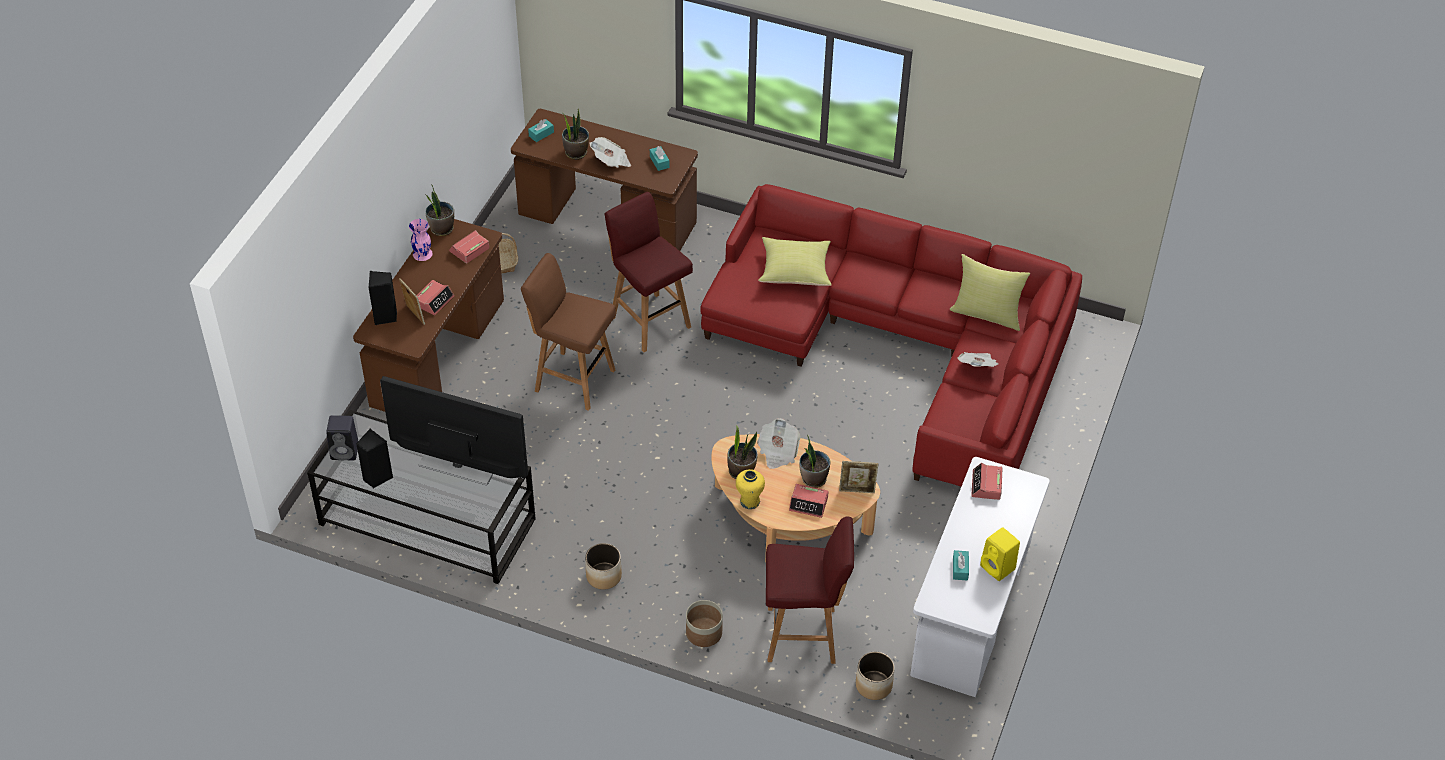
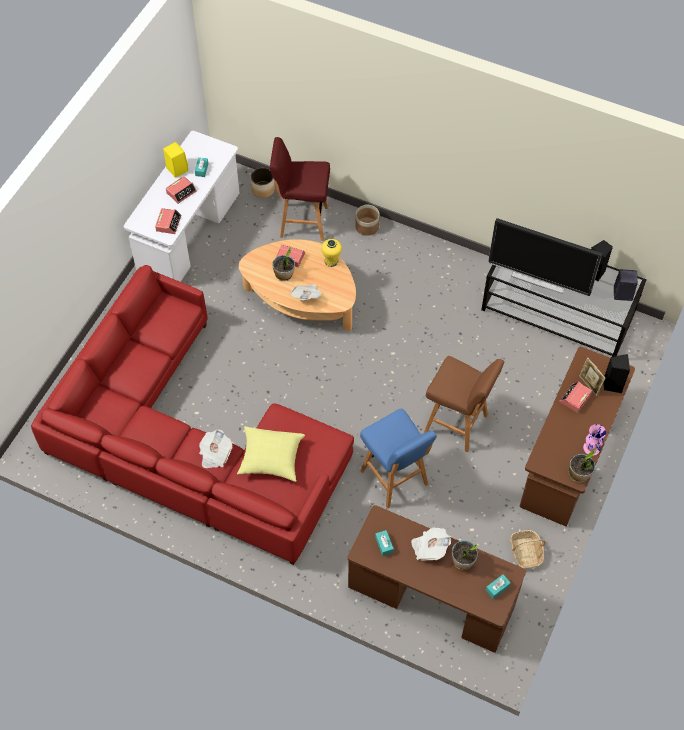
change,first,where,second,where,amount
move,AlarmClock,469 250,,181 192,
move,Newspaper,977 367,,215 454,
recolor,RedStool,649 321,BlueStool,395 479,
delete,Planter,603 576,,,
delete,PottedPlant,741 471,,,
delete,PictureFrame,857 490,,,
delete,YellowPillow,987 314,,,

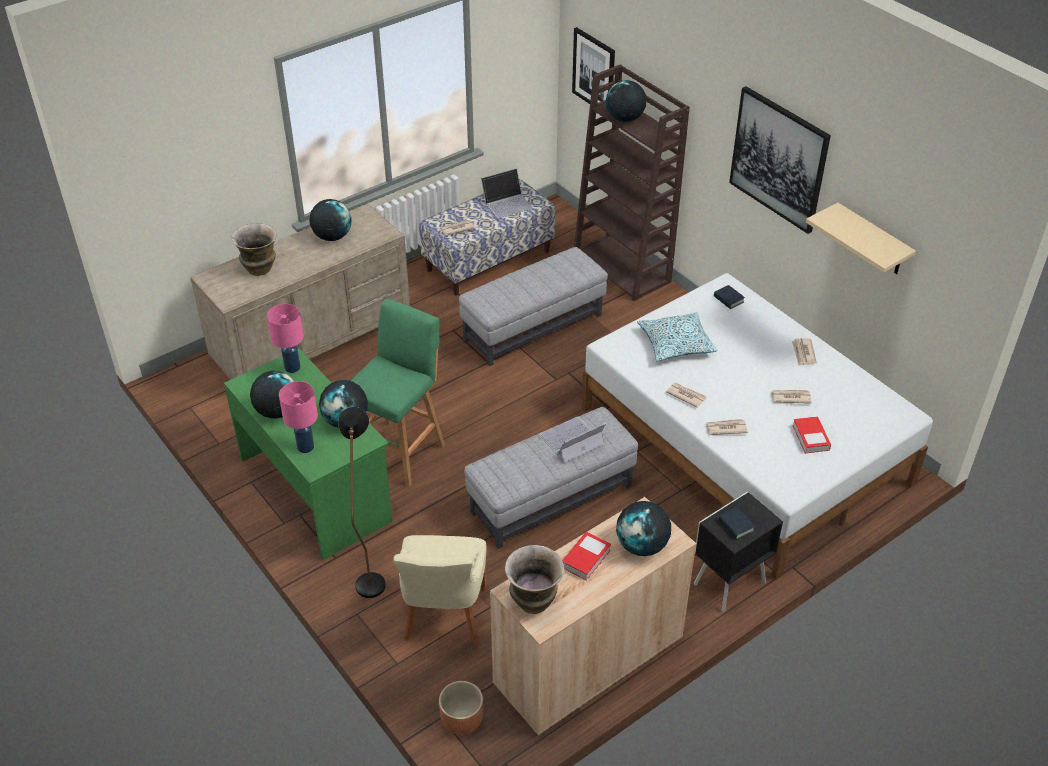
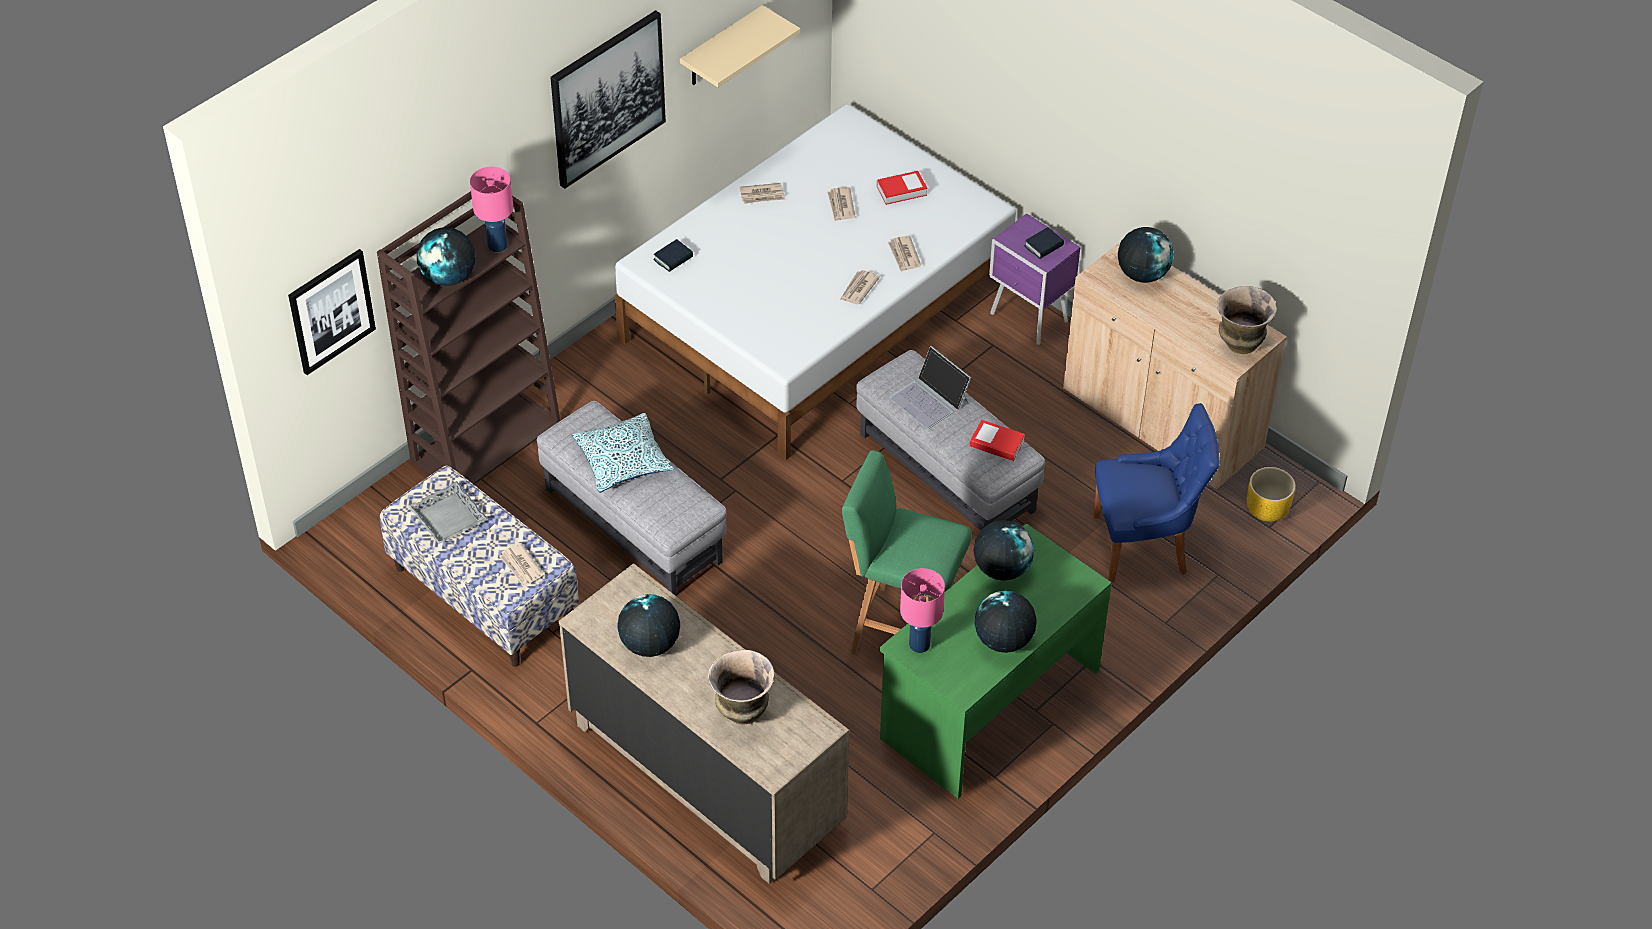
change,first,where,second,where,amount
replace,Laptop,507 203,GreyTray,448 517,
move,PinkTableLamp,305 447,,497 246,
move,Pillow,676 344,,623 461,
move,Book,586 558,,996 444,
recolor,BlackNightstand,727 584,PurpleNightstand,1029 319,
recolor,BeigeChair,443 616,BlueChair,1144 545,
recolor,BrownPlanter,461 721,YellowPlanter,1267 510,
delete,BlackFloorLamp,370 576,,,

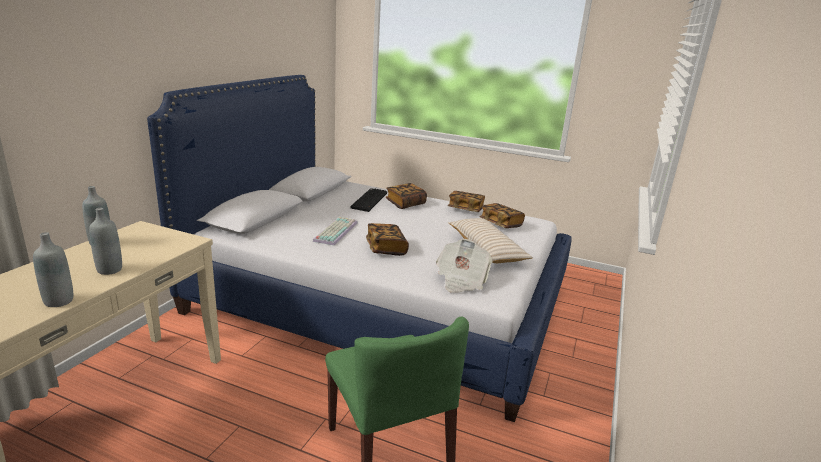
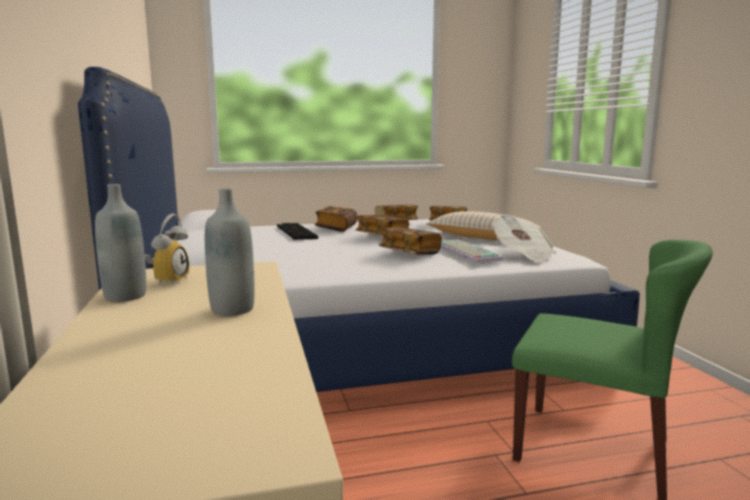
change,first,where,second,where,amount
insert,,,AlarmClock,168 281,
insert,,,Book,382 236,
move,Keyboard,335 231,,465 252,
delete,GreyBottle,59 301,,,

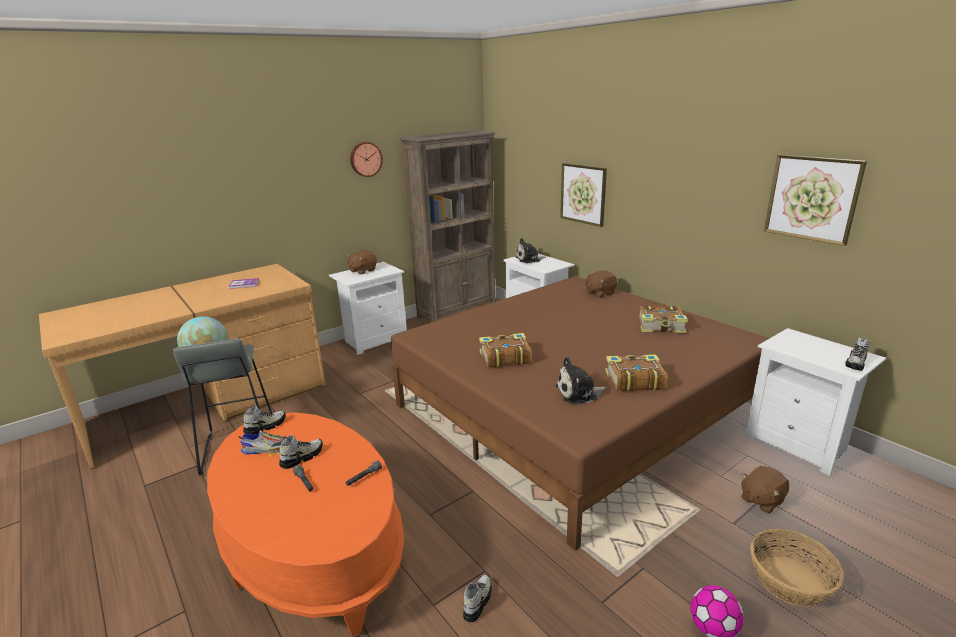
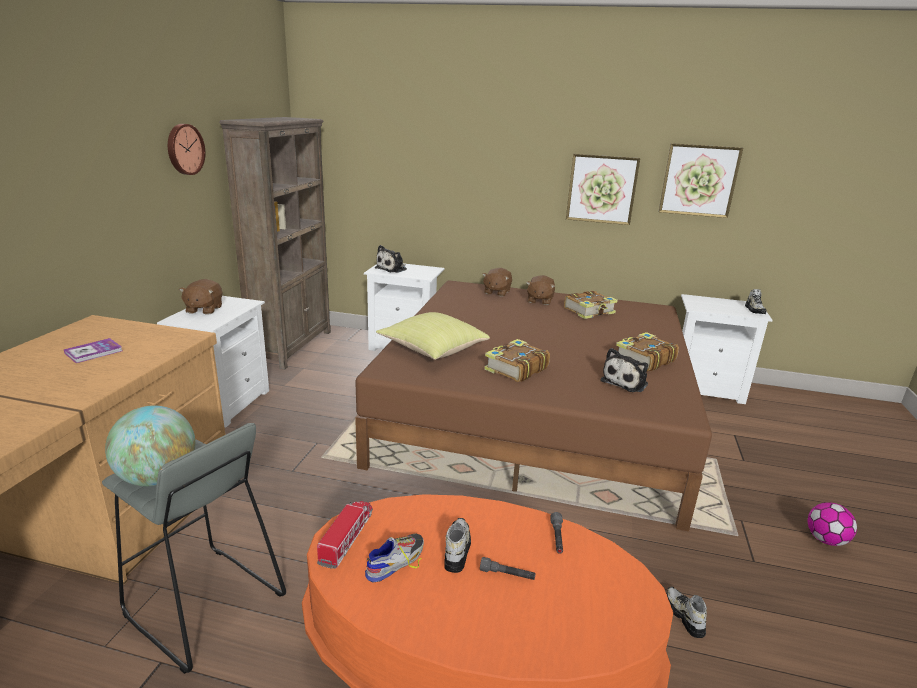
change,first,where,second,where,amount
replace,Shoe,265 426,ToyTruck,347 537,
insert,,,YellowPillow,431 350,
move,BrownPlushToy,761 500,,539 301,
move,Picture,583 194,,601 189,
delete,Basket,790 581,,,

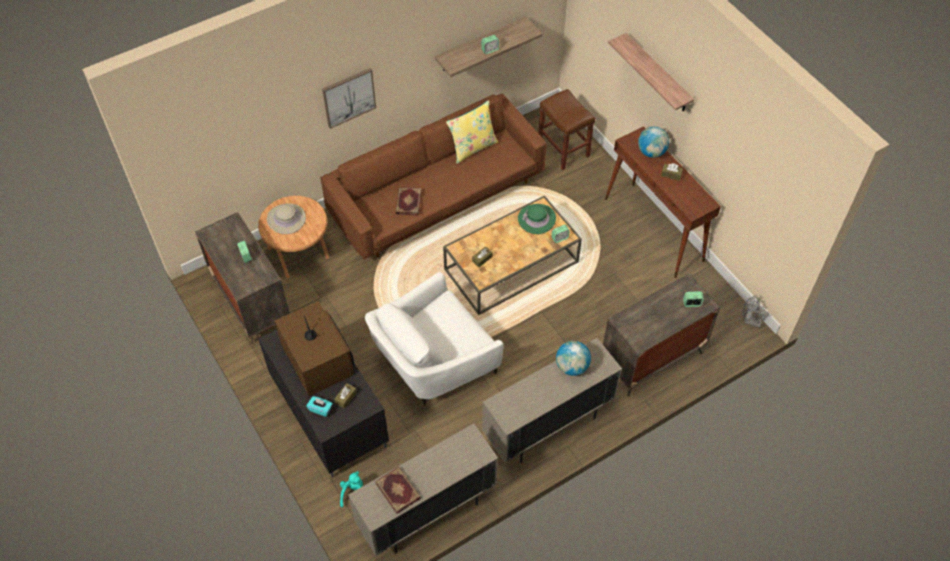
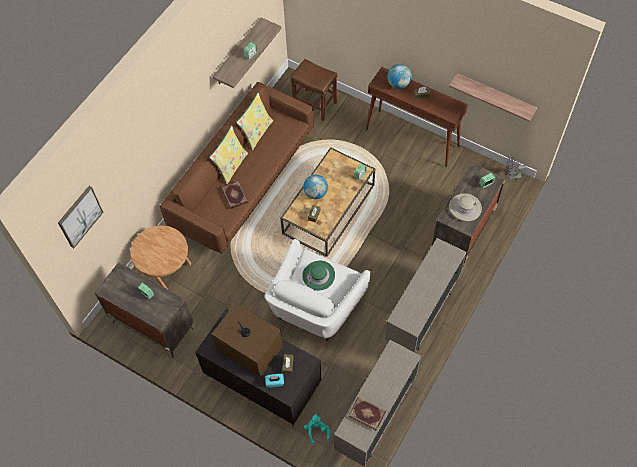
change,first,where,second,where,amount
move,Picture,349 97,,80 216,
insert,,,YellowPillow,231 166,
move,GreenHat,536 219,,318 275,
move,Globe,572 367,,315 193,
move,Shelf,657 74,,495 96,
move,BeigeHat,286 219,,465 207,

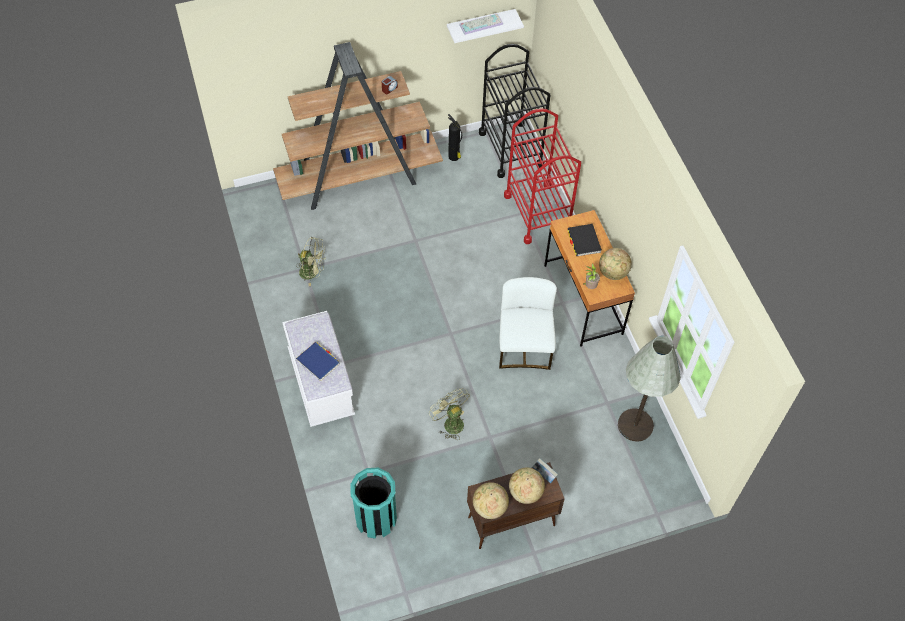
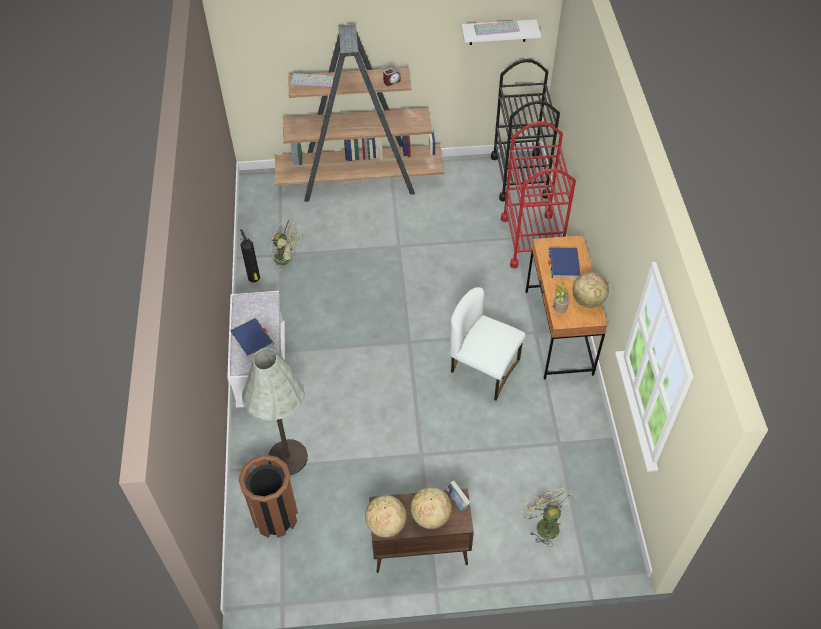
change,first,where,second,where,amount
recolor,TurquoiseTrashCan,376 519,BrownTrashCan,275 517,
move,FireExtinguisher,454 157,,254 278,
move,GreyFloorLamp,635 425,,288 457,
insert,,,Keyboard,314 80,
rotate,WhiteChair,524 346,,483 369,75 degrees counterclockwise
move,GreenFan,450 422,,544 524,
recolor,BlackBook,584 241,BlueBook,563 264,

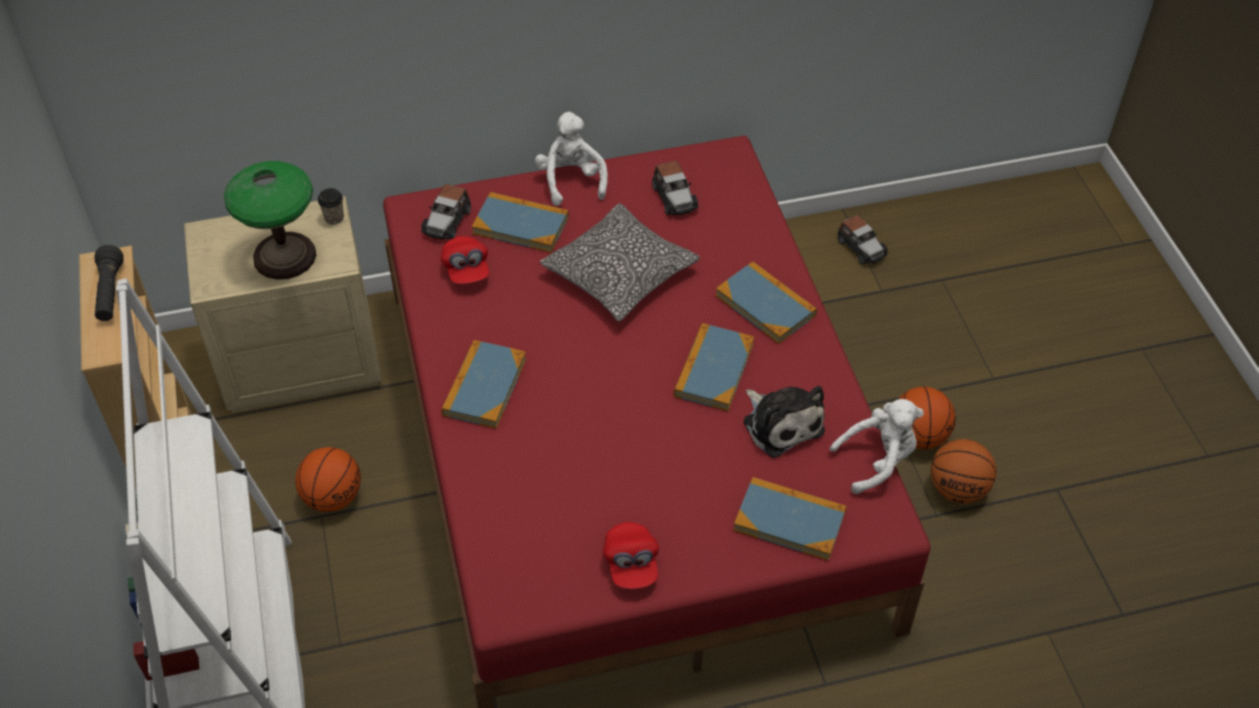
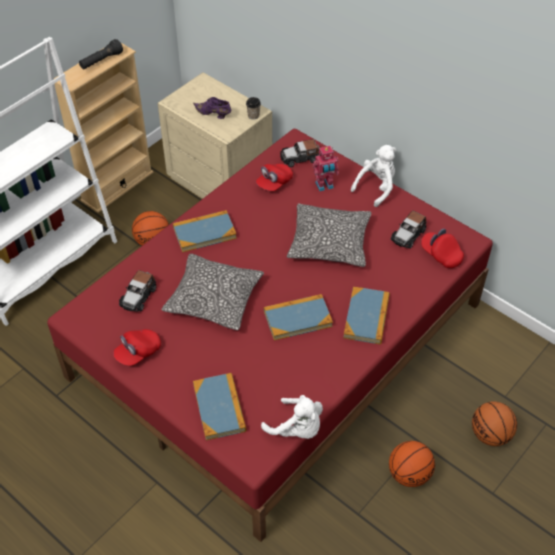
change,first,where,second,where,amount
move,ToyCar,861 247,,138 296,
insert,,,Pillow,214 299,
replace,TableLamp,285 256,PurpleShoe,213 114,
replace,Book,521 225,ToyRobot,324 186,
insert,,,RedCap,441 255,
move,Basketball,957 489,,490 434,
delete,PlushToy,781 423,,,

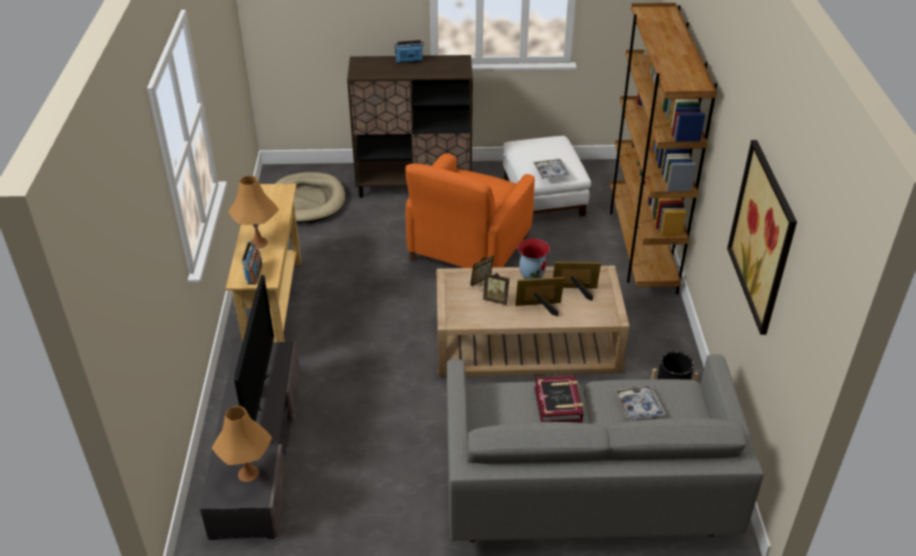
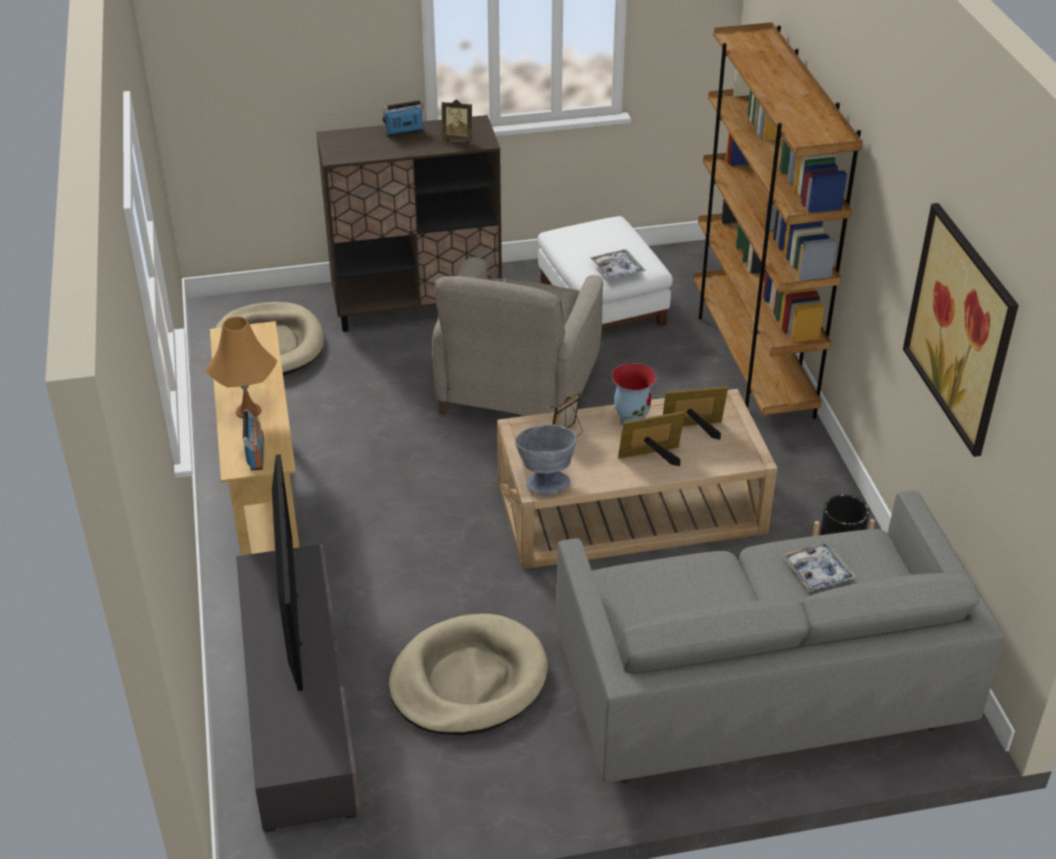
change,first,where,second,where,amount
insert,,,BeigeDogBed,468 680,
recolor,OrangeArmchair,468 249,BeigeArmchair,517 389,
move,PictureFrame,496 299,,458 138,
insert,,,GreyBowl,545 479,
delete,OrangeTableLamp,248 474,,,
delete,Book,558 404,,,

